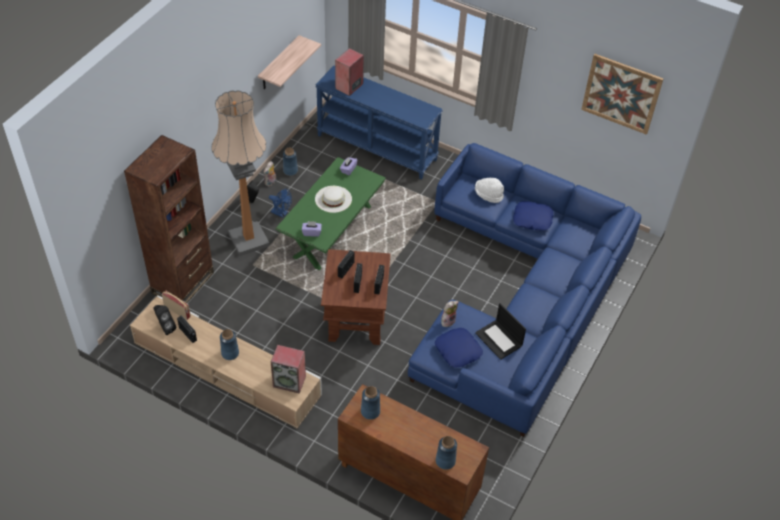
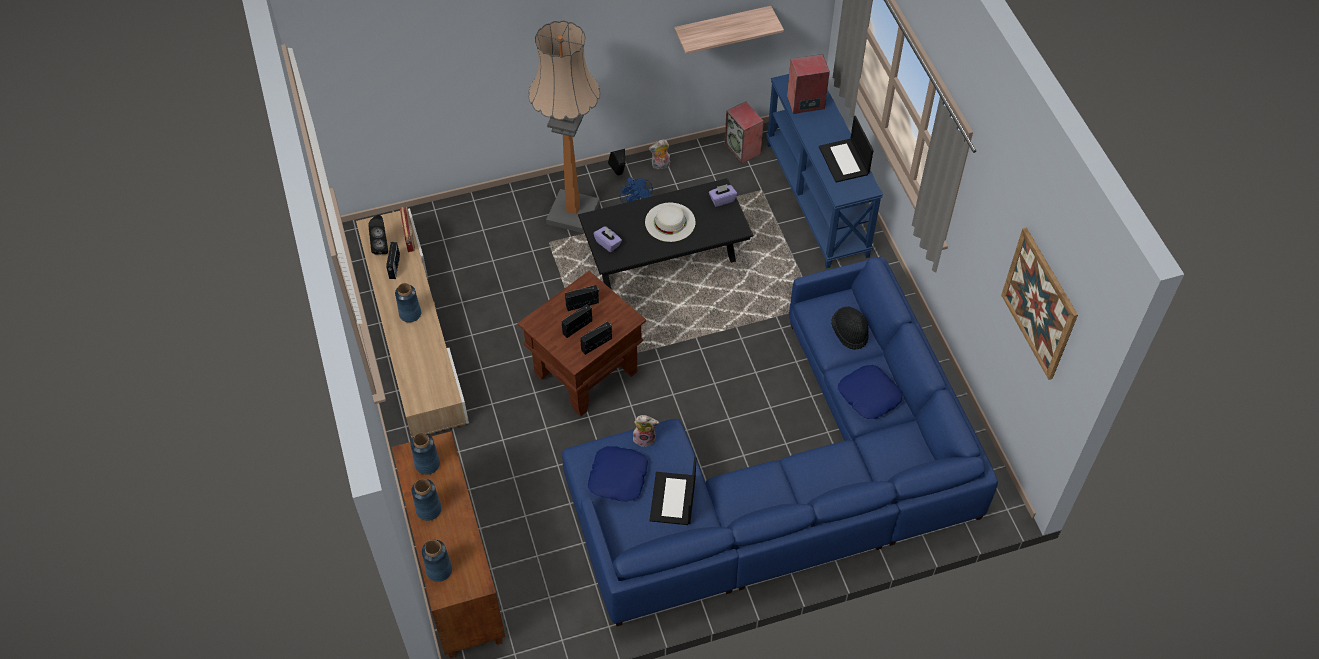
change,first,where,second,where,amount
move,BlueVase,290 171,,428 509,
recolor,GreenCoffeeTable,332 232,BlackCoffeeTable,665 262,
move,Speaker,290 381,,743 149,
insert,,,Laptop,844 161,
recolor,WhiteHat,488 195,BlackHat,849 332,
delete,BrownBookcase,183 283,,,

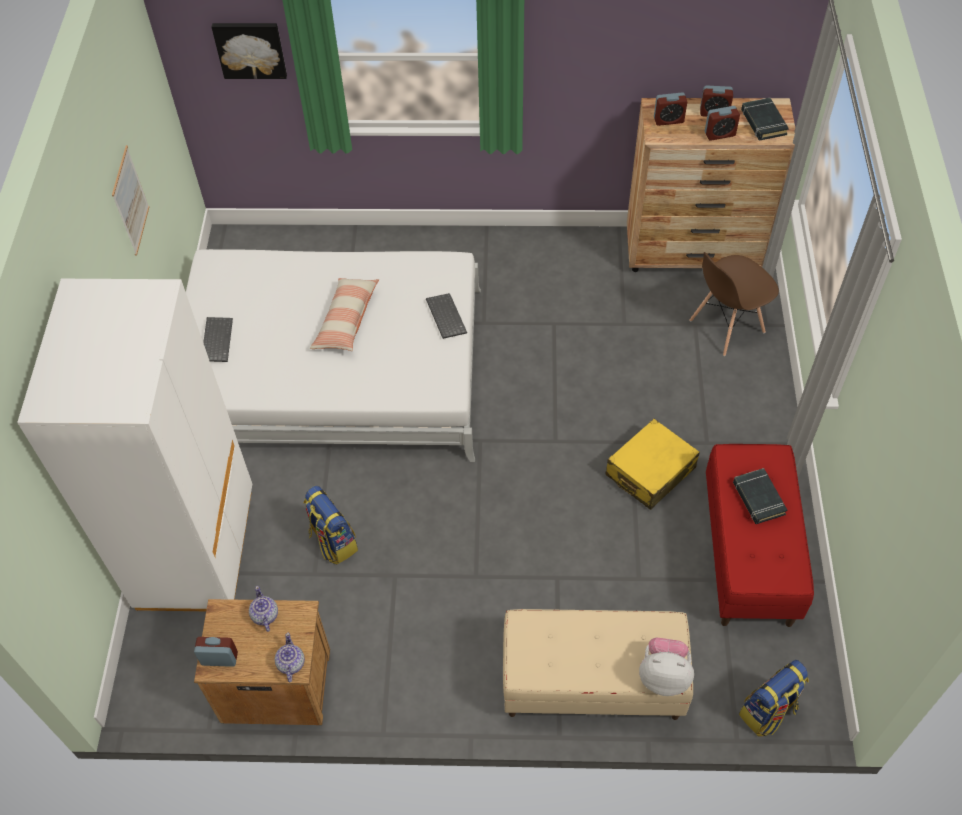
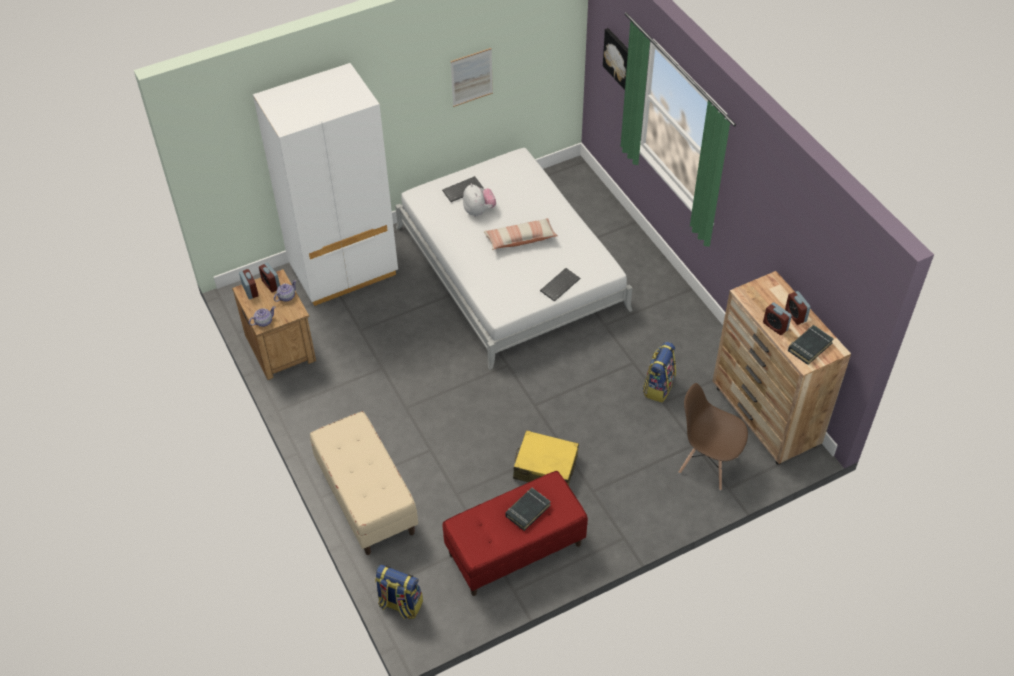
change,first,where,second,where,amount
move,AlarmClock,668 120,,271 284,
move,PlushToy,663 676,,479 211,
move,Backpack,332 541,,658 387,

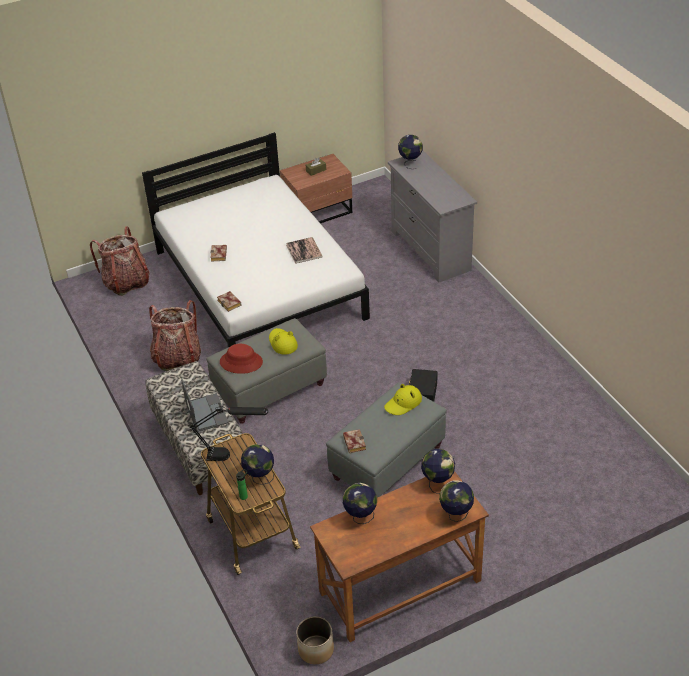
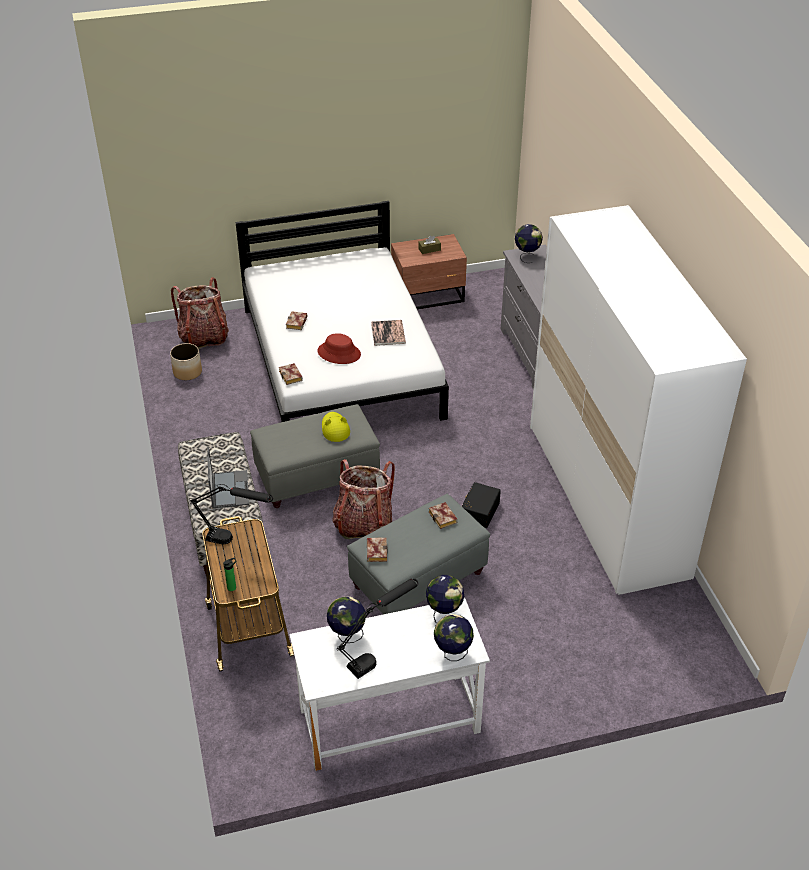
change,first,where,second,where,amount
move,Planter,316 649,,187 372,
recolor,BrownDesk,400 587,WhiteDesk,389 721,
move,RedHat,241 362,,339 353,
move,Backpack,177 357,,363 524,
insert,,,BlackTableLamp,378 656,
replace,YellowHat,403 403,Book,444 518,
insert,,,WhiteWardrobe,606 500,
delete,Globe,259 477,,,

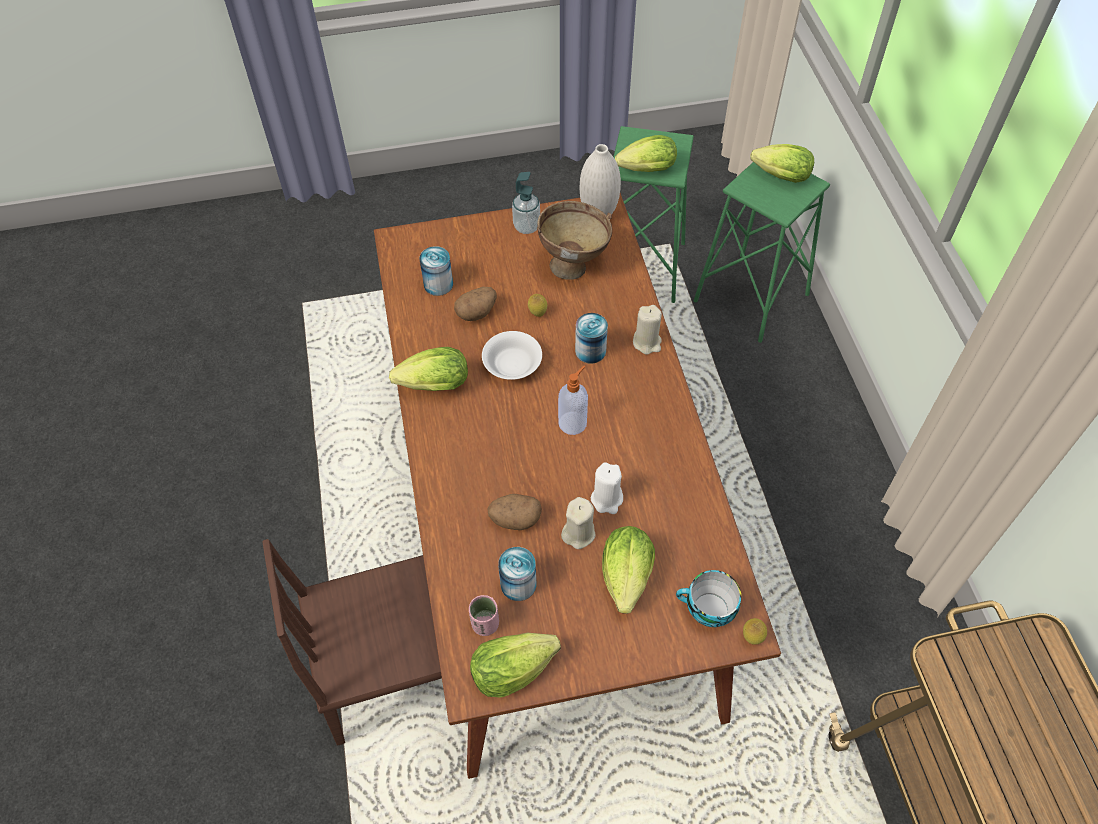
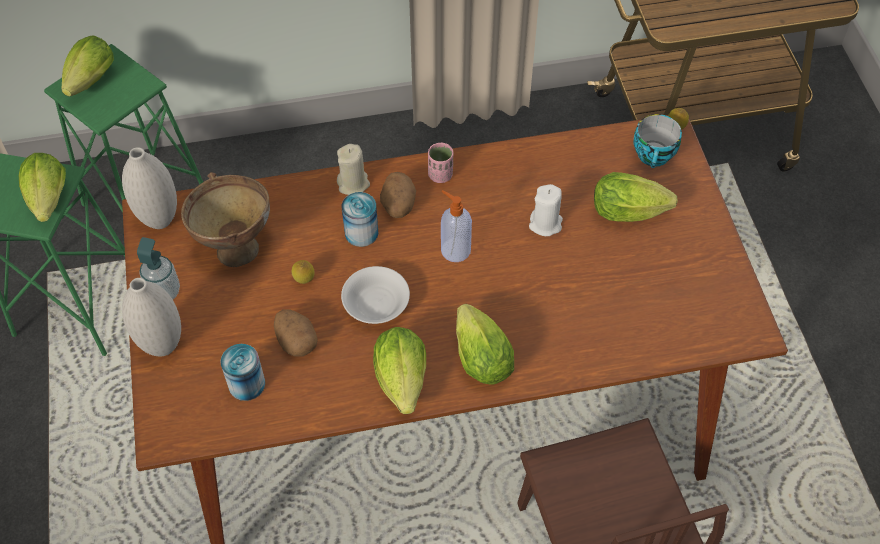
change,first,where,second,where,amount
insert,,,WhiteVase,163 346,
move,Potato,515 519,,398 206,
move,PinkCup,485 624,,440 175,
move,Lettuce,517 668,,479 355,
delete,Can,518 584,,,
delete,BeigeCandle,578 533,,,

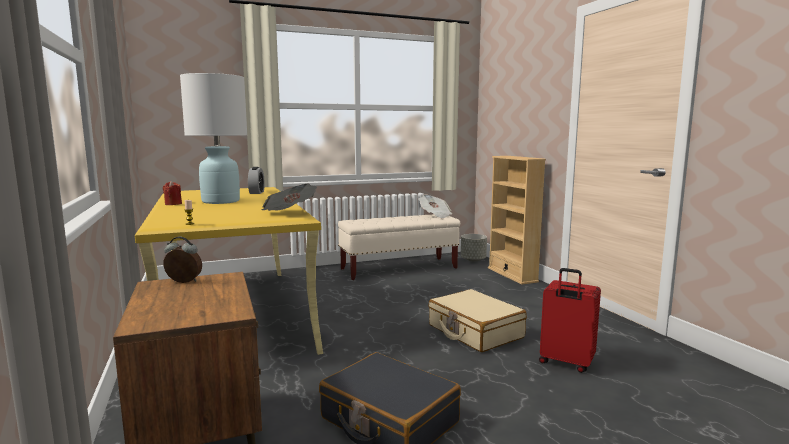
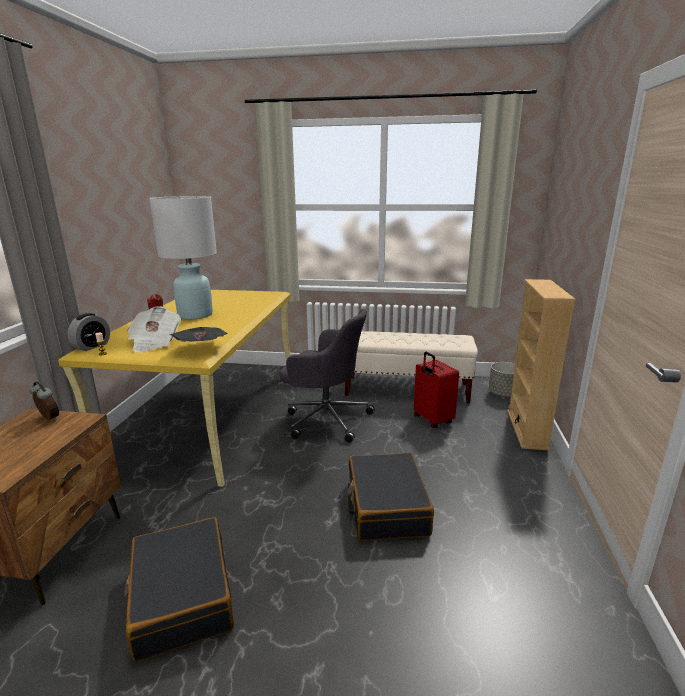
change,first,where,second,where,amount
move,AlarmClock,256 192,,92 346,
move,Newspaper,435 215,,154 343,
insert,,,GreyOfficeChair,325 418,
recolor,BeigeSuitcase,474 331,BlackSuitcase,386 507,
move,RedSuitcase,565 363,,432 420,

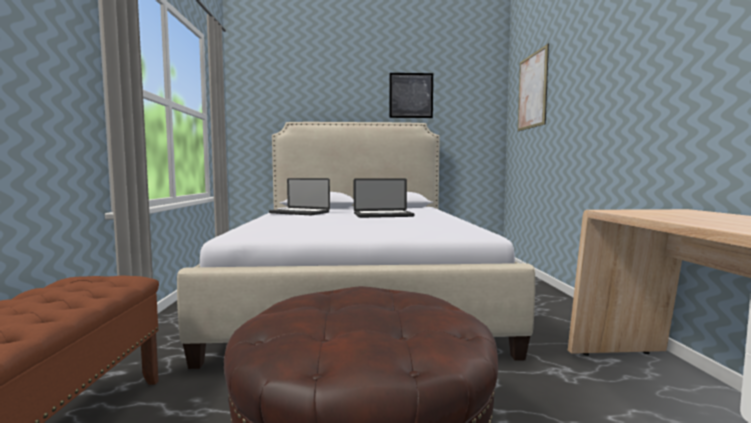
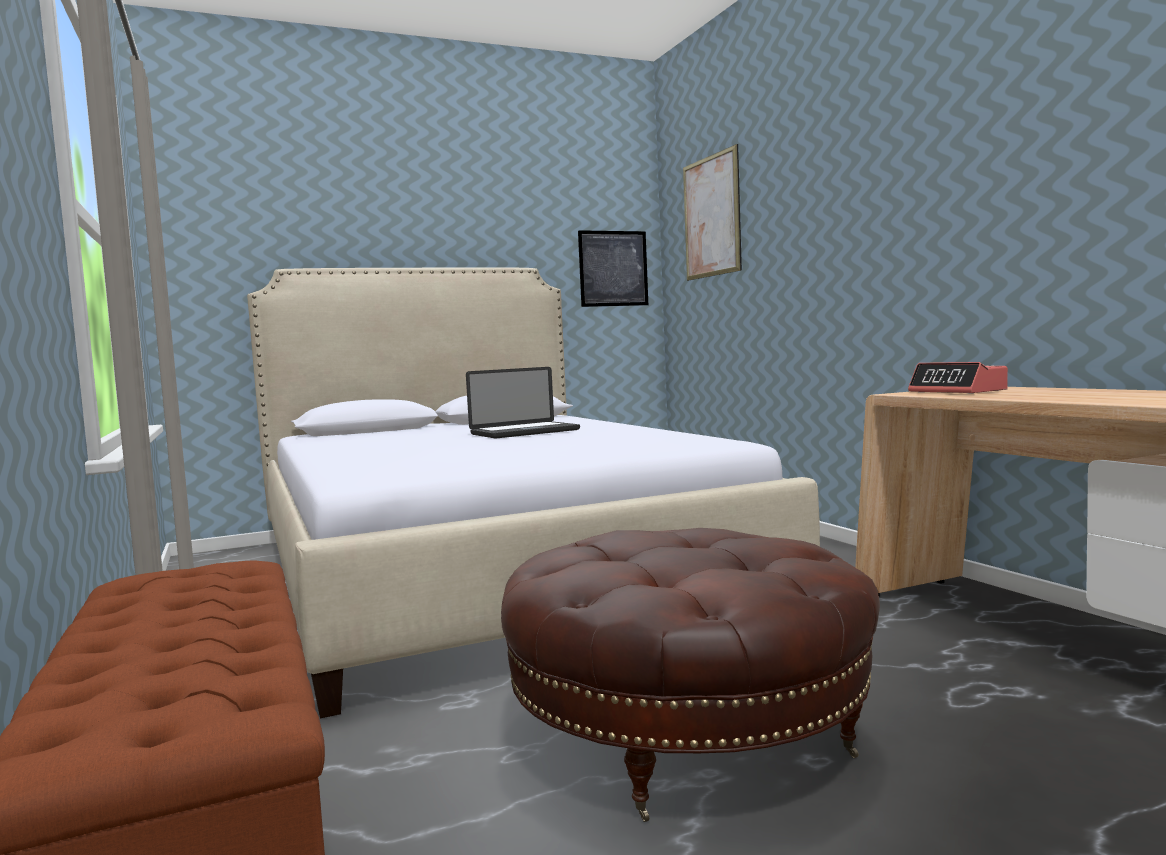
change,first,where,second,where,amount
move,Picture,411 95,,613 268,
insert,,,AlarmClock,958 391,
delete,Laptop,299 213,,,

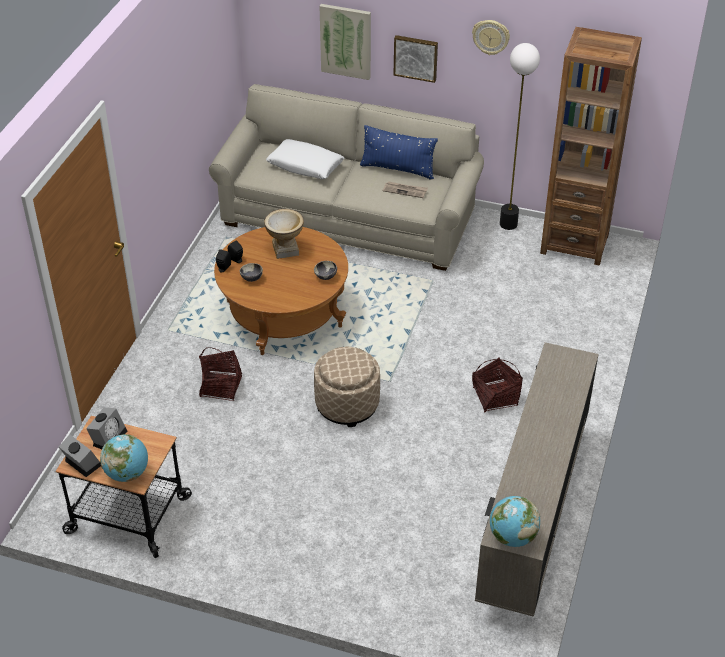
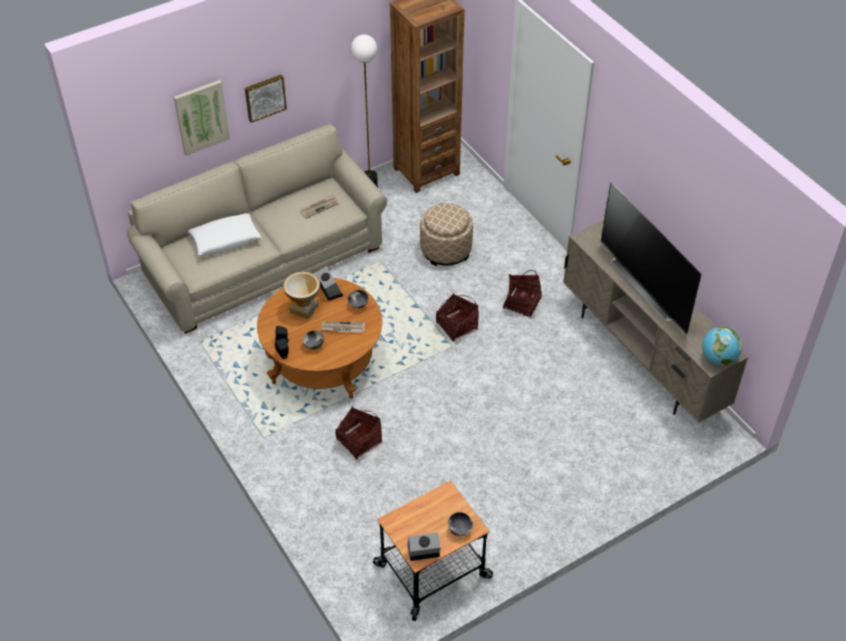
change,first,where,second,where,amount
move,AlarmClock,109 437,,329 290,
insert,,,Newspaper,343 328,
move,BeigeOttoman,347 404,,445 250,
insert,,,Basket,456 326,
replace,Globe,127 473,Bowl,460 529,
insert,,,Television,647 286,
delete,BluePillow,398 169,,,
delete,WallClock,491 37,,,

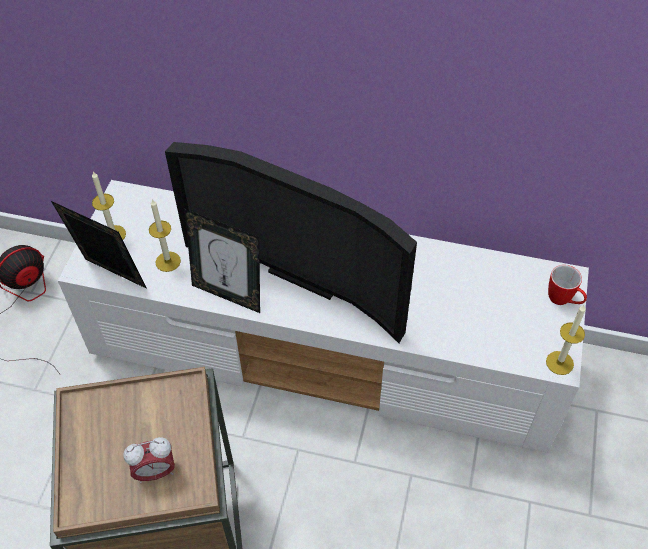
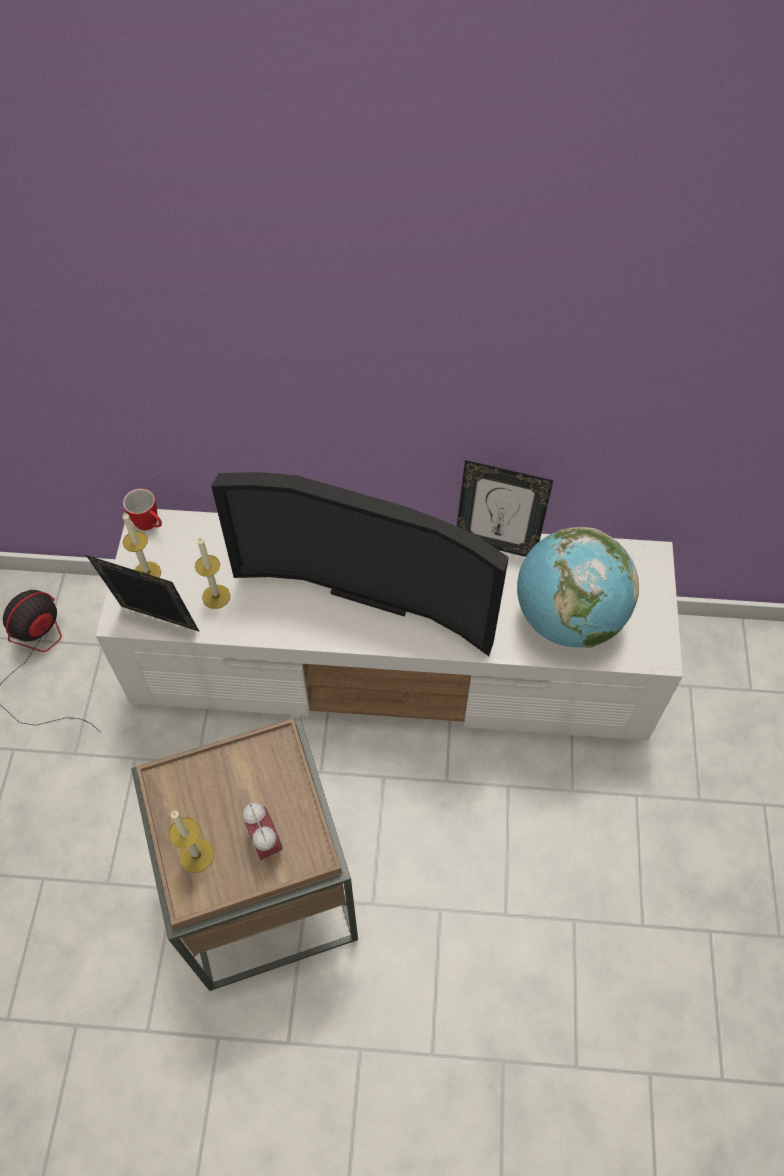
change,first,where,second,where,amount
move,Mug,563 301,,150 526,
move,Candle,559 363,,196 855,
rotate,AlarmClock,155 472,,265 842,90 degrees counterclockwise
move,PictureFrame,228 294,,496 543,
insert,,,Globe,567 618,

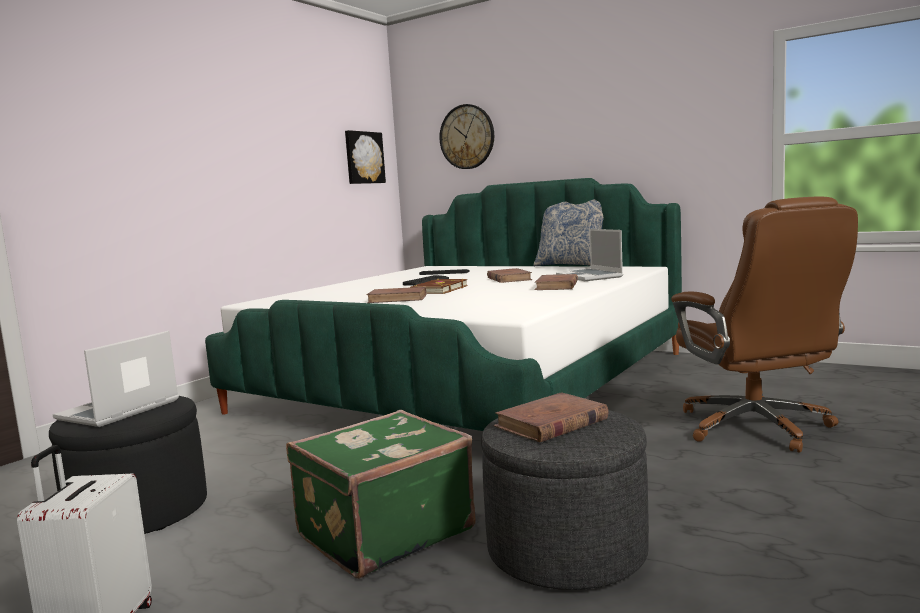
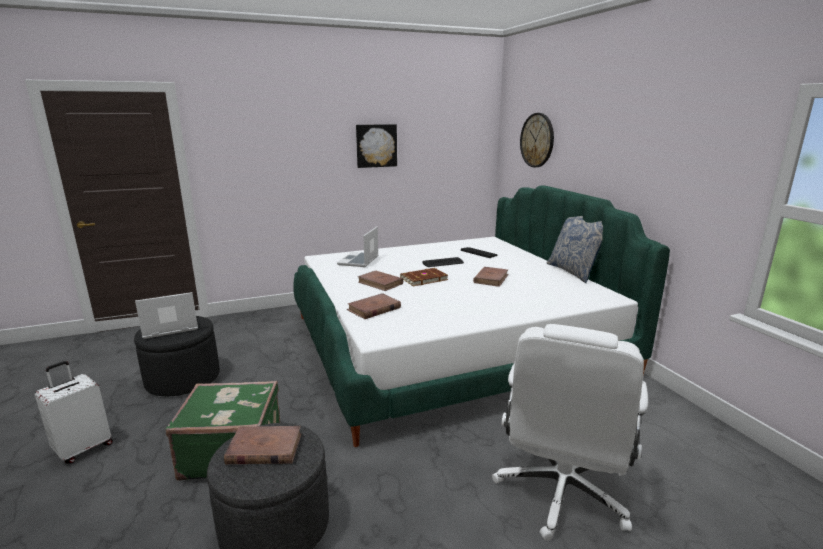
change,first,where,second,where,amount
move,Laptop,590 276,,359 261,
move,BrownBook,556 286,,374 309,
move,Picture,363 157,,376 145,
recolor,BrownOfficeChair,756 427,WhiteOfficeChair,561 493,

